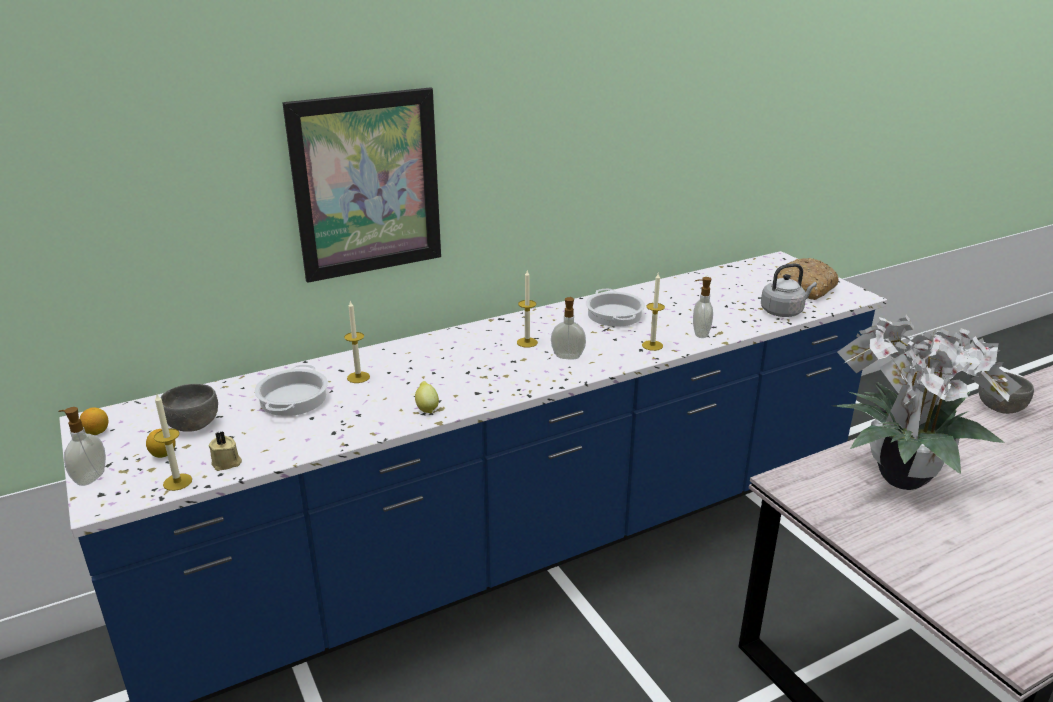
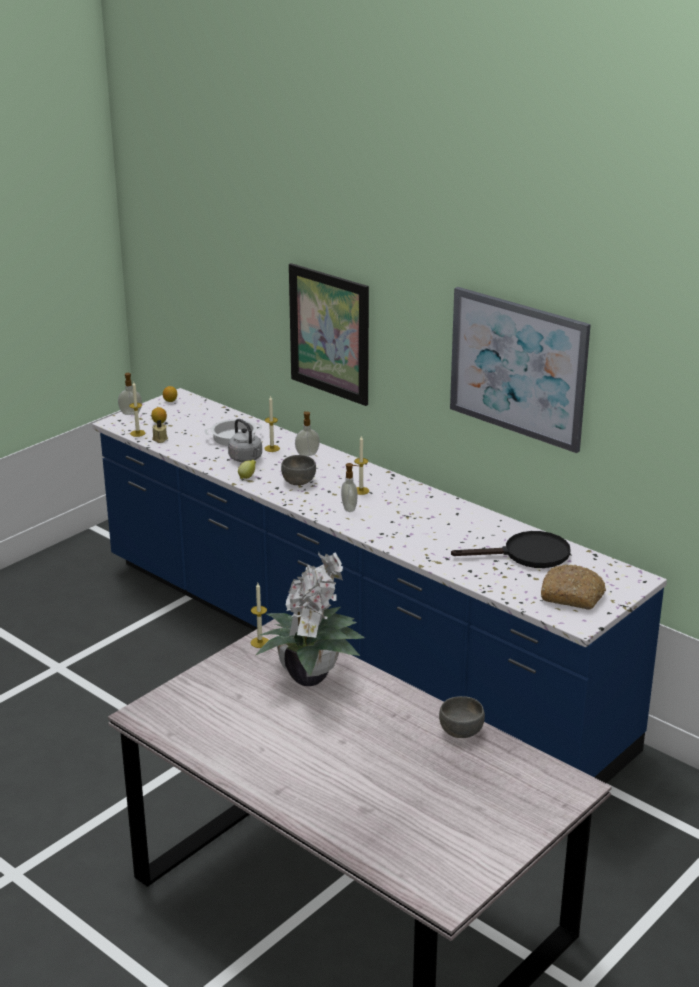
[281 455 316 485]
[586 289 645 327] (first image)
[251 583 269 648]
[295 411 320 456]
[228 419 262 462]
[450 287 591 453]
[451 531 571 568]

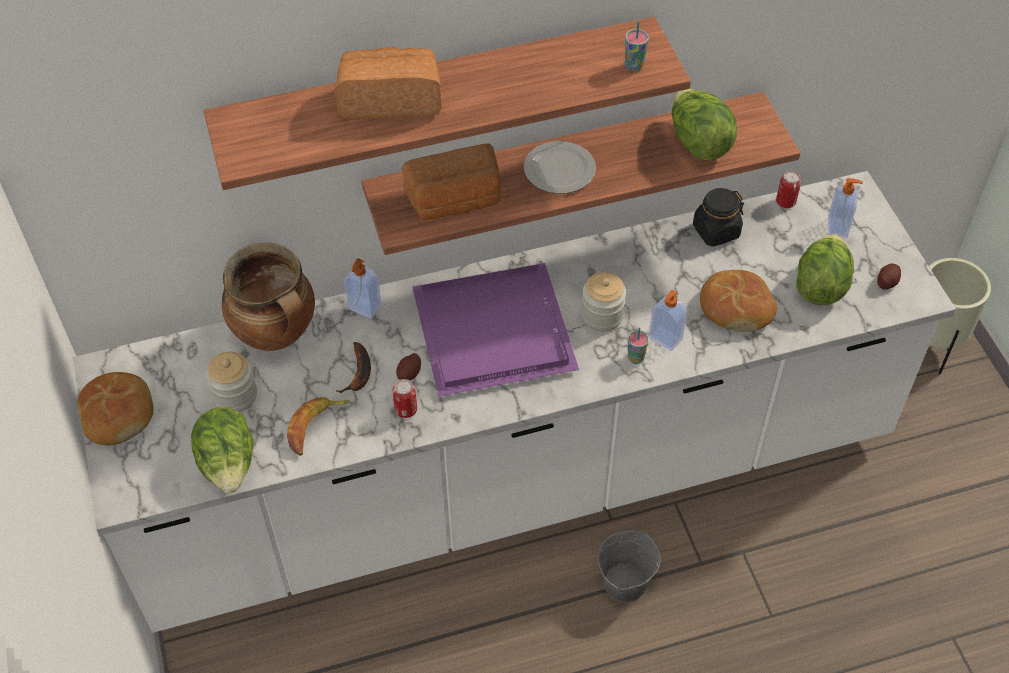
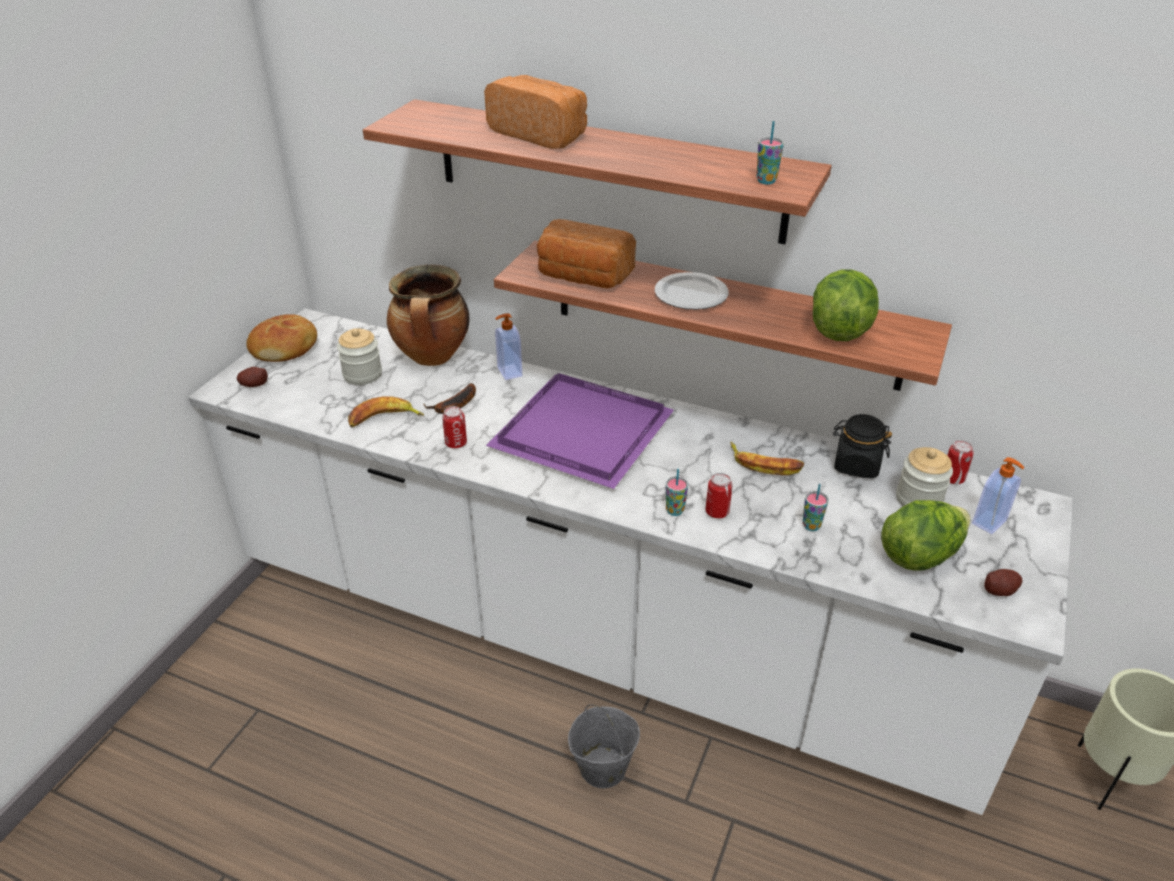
[191 407 253 494] (first image)
[237 367 268 387]
[896 447 953 506]
[705 473 733 518]
[803 483 829 531]
[730 442 804 475]

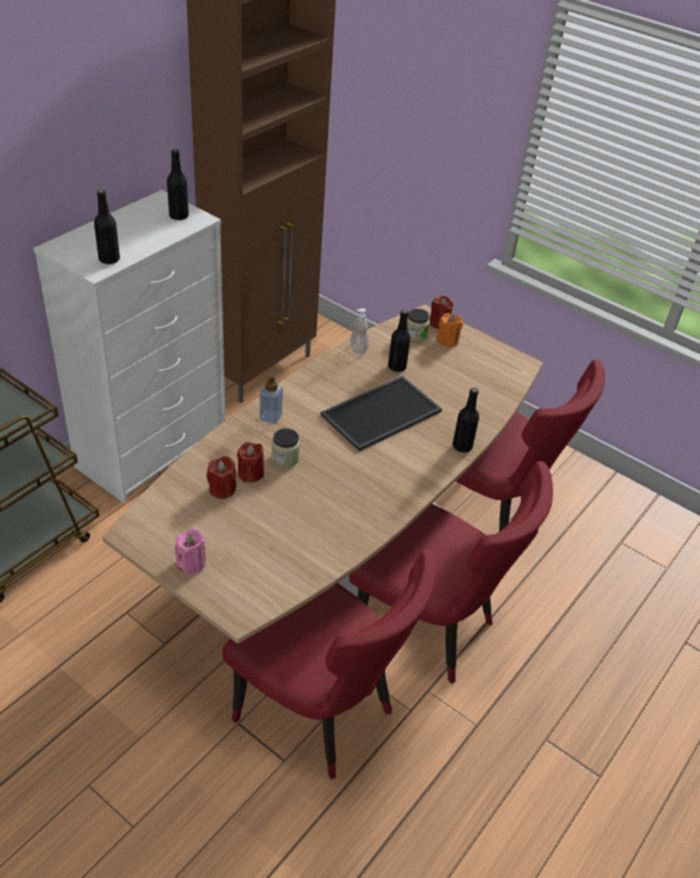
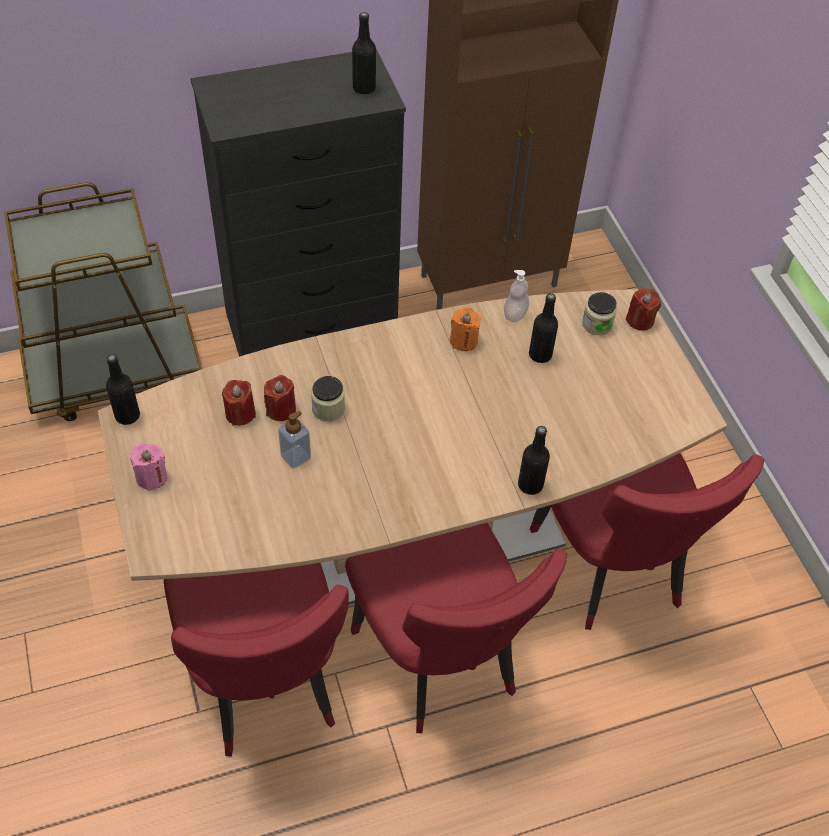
[190 49 406 357]
[106 354 140 425]
[278 411 311 469]
[320 376 442 451] (first image)
[450 307 481 351]

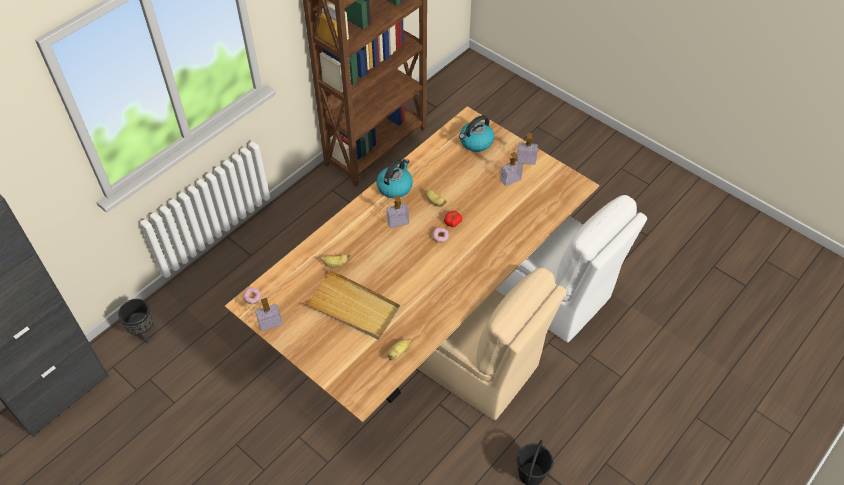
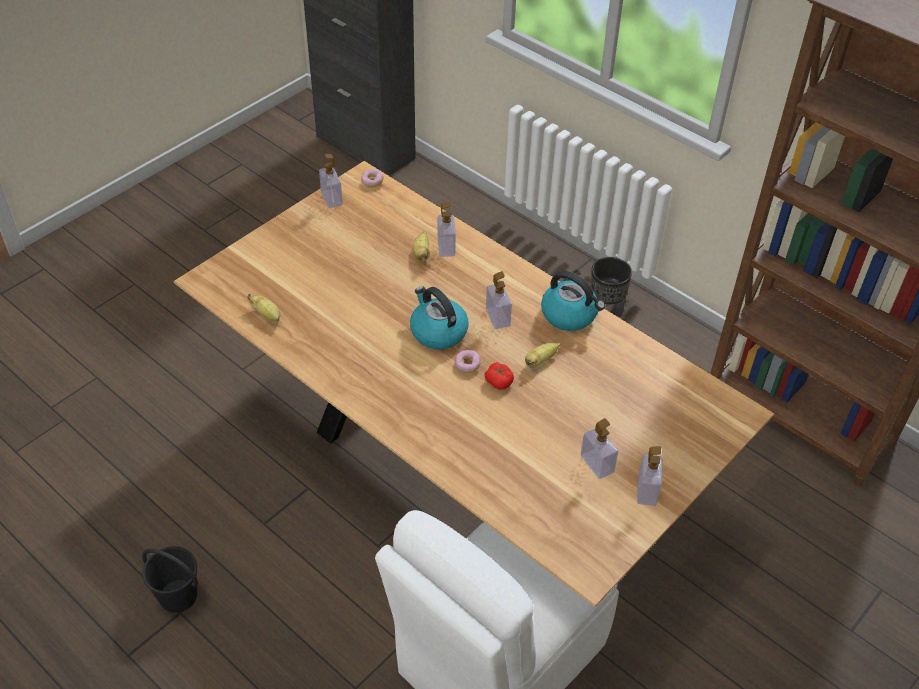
[590 257 632 317]
[303 269 401 340] (first image)
[417 267 567 420] (first image)
[410 286 468 349]
[438 201 456 257]

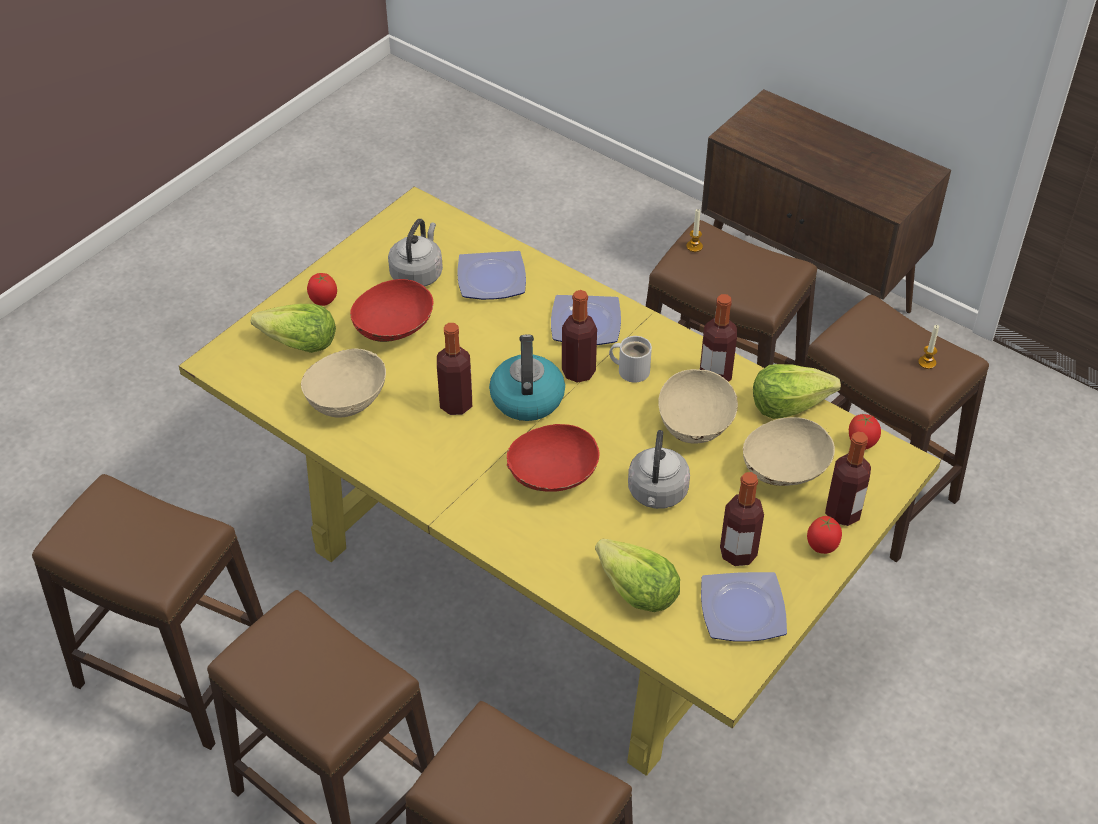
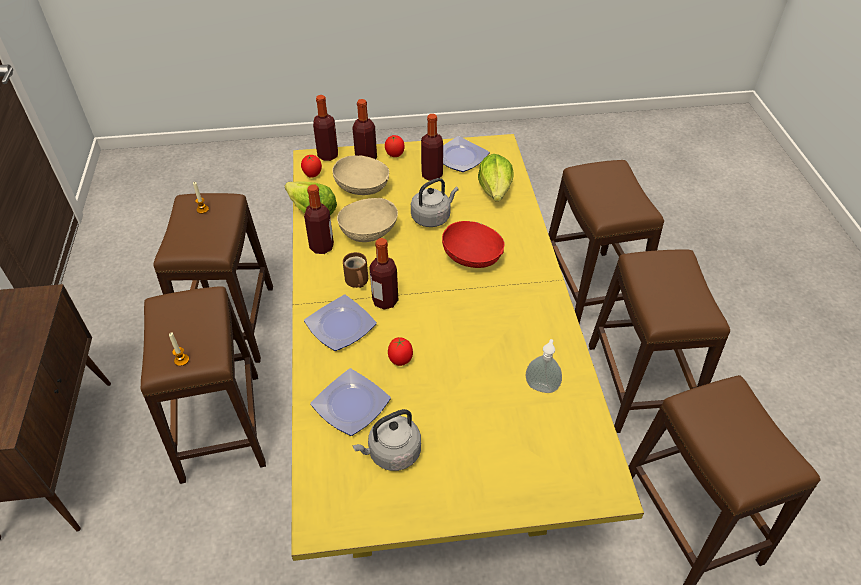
[251 304 336 353] (first image)
[526 339 562 393]
[388 337 413 366]
[350 279 433 342] (first image)
[313 95 338 161]
[489 334 565 421] (first image)
[343 252 368 288]

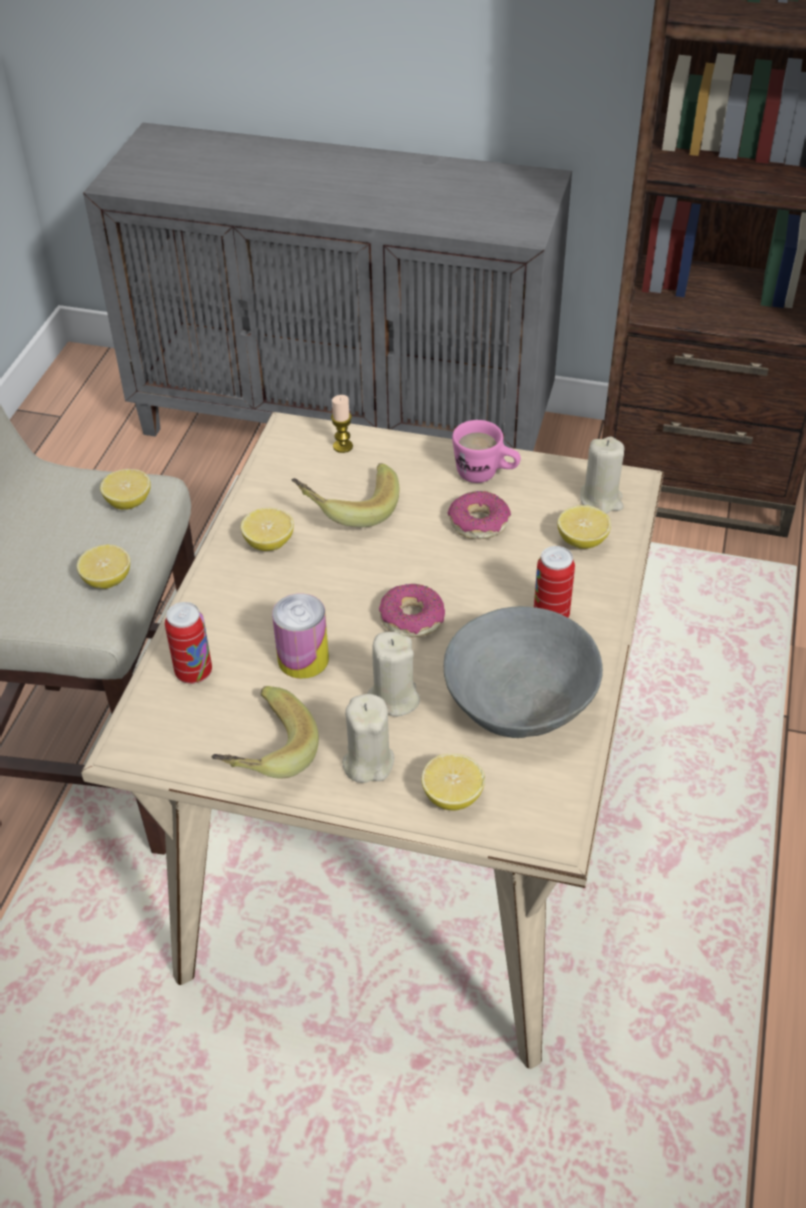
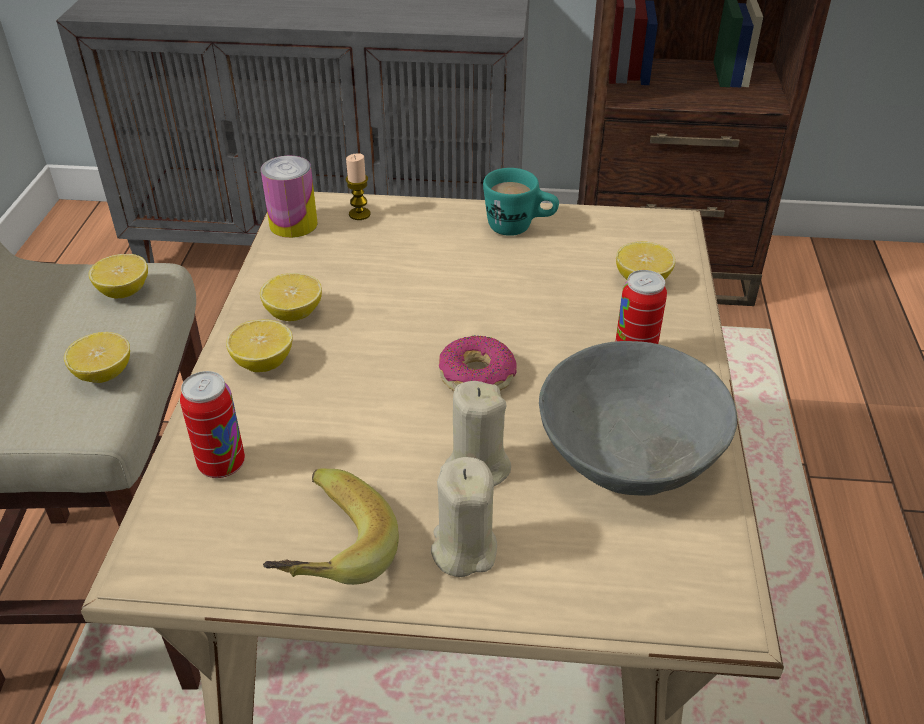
[261 156 318 238]
[291 463 399 527] (first image)
[226 320 293 372]
[448 491 511 539] (first image)
[483 168 559 236]
[580 437 624 514] (first image)

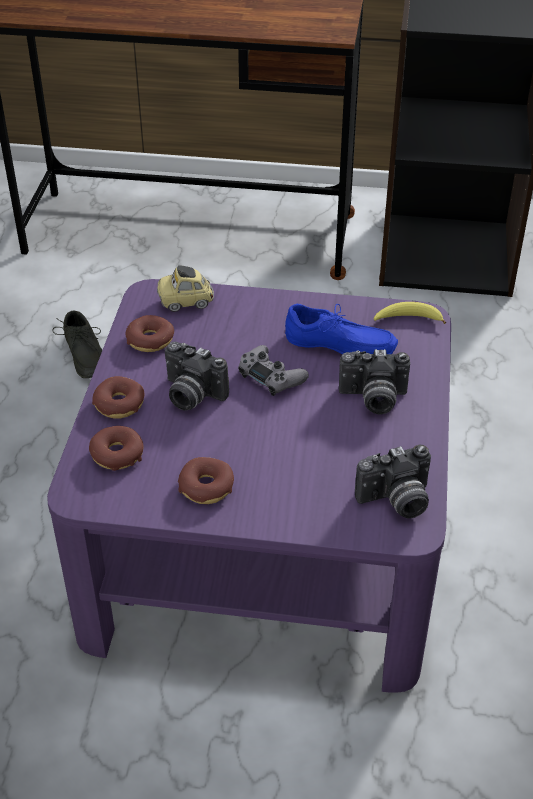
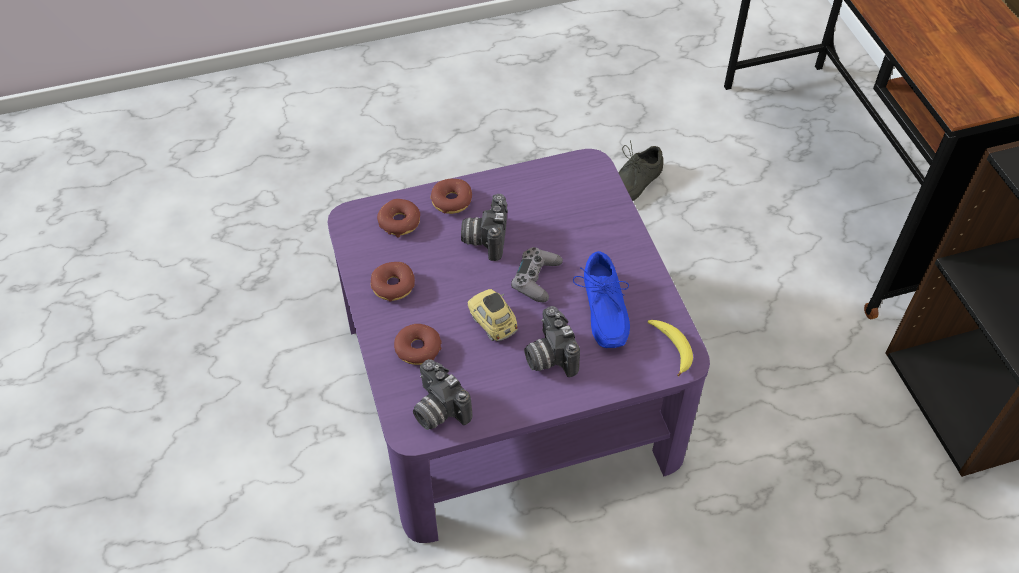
[394 324 442 365]
[468 289 518 341]

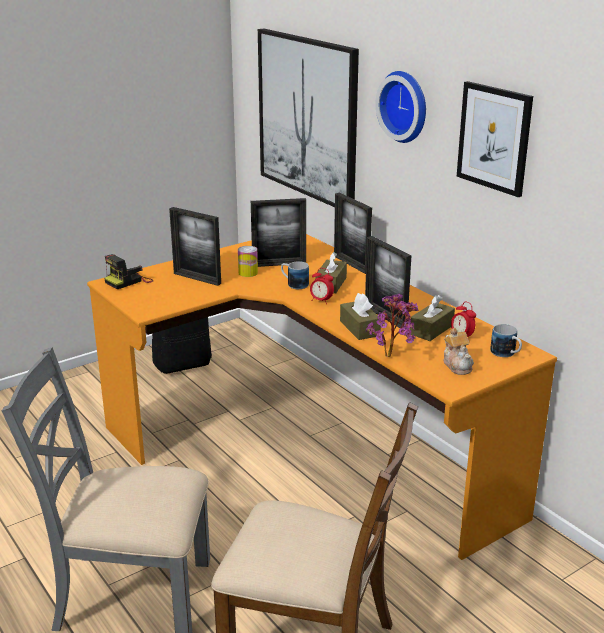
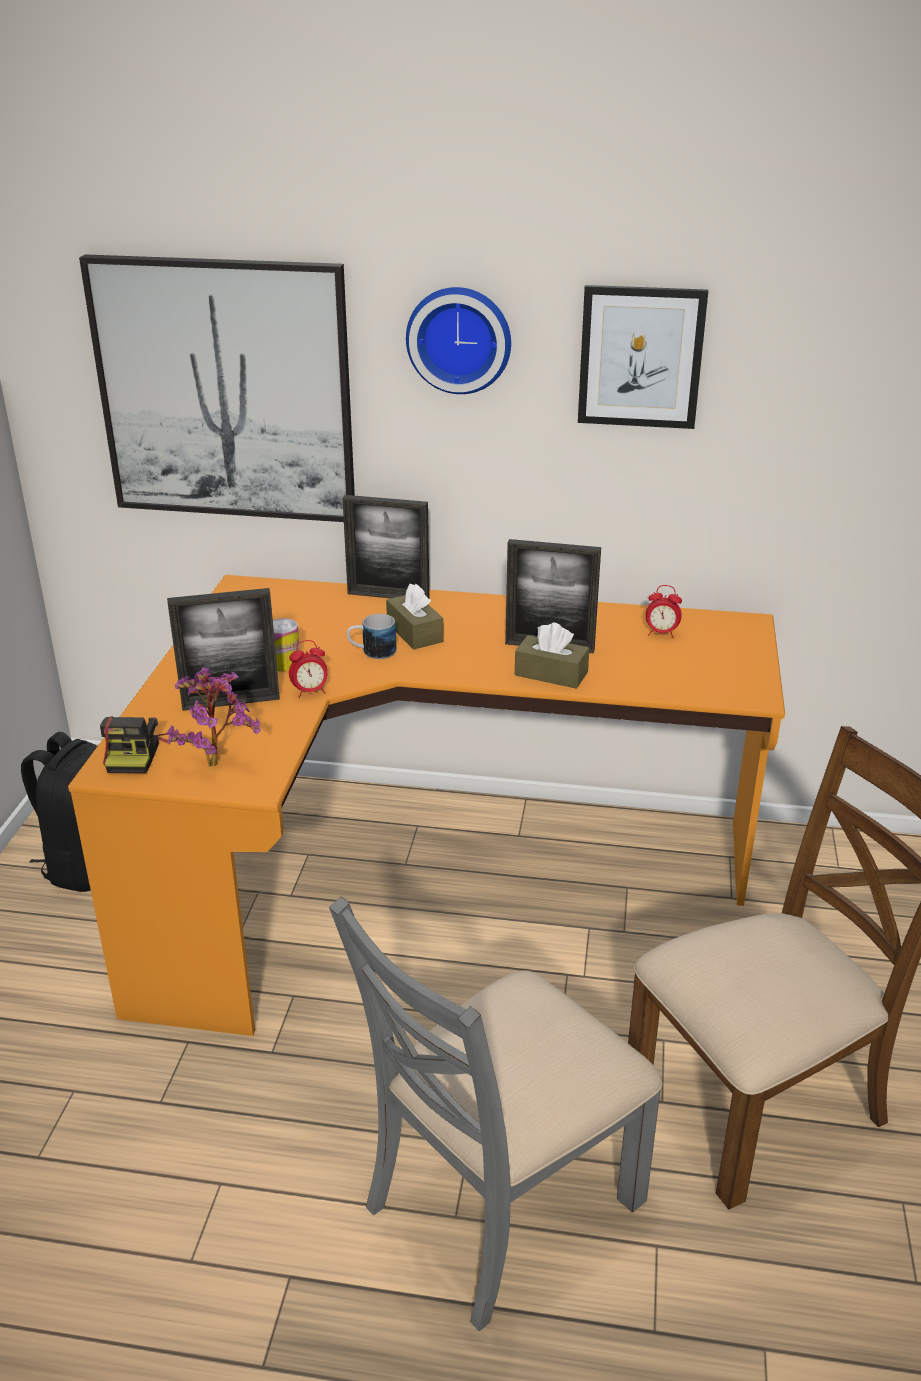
[251 198 306 267] (first image)
[289 640 327 698]
[167 667 261 767]
[410 295 455 341] (first image)
[443 328 474 375] (first image)
[490 324 522 357] (first image)

